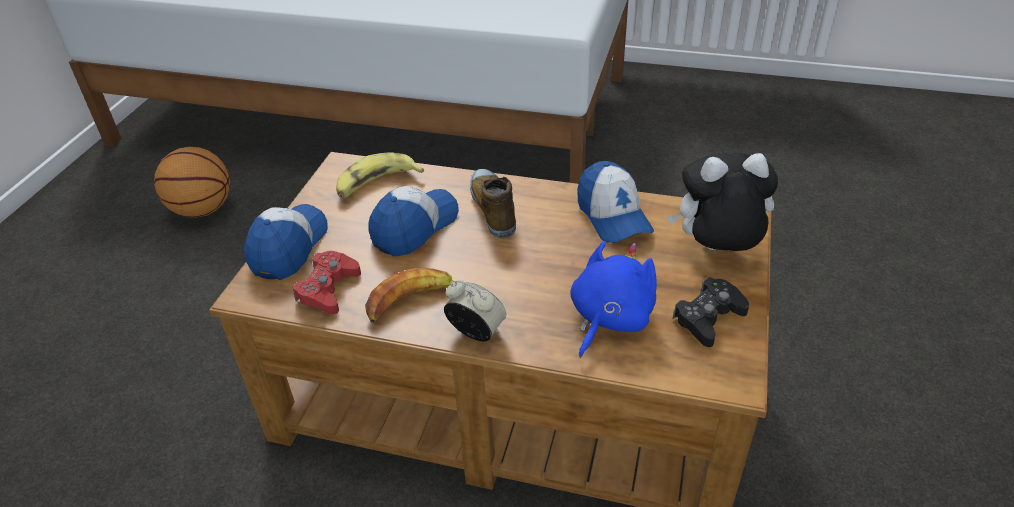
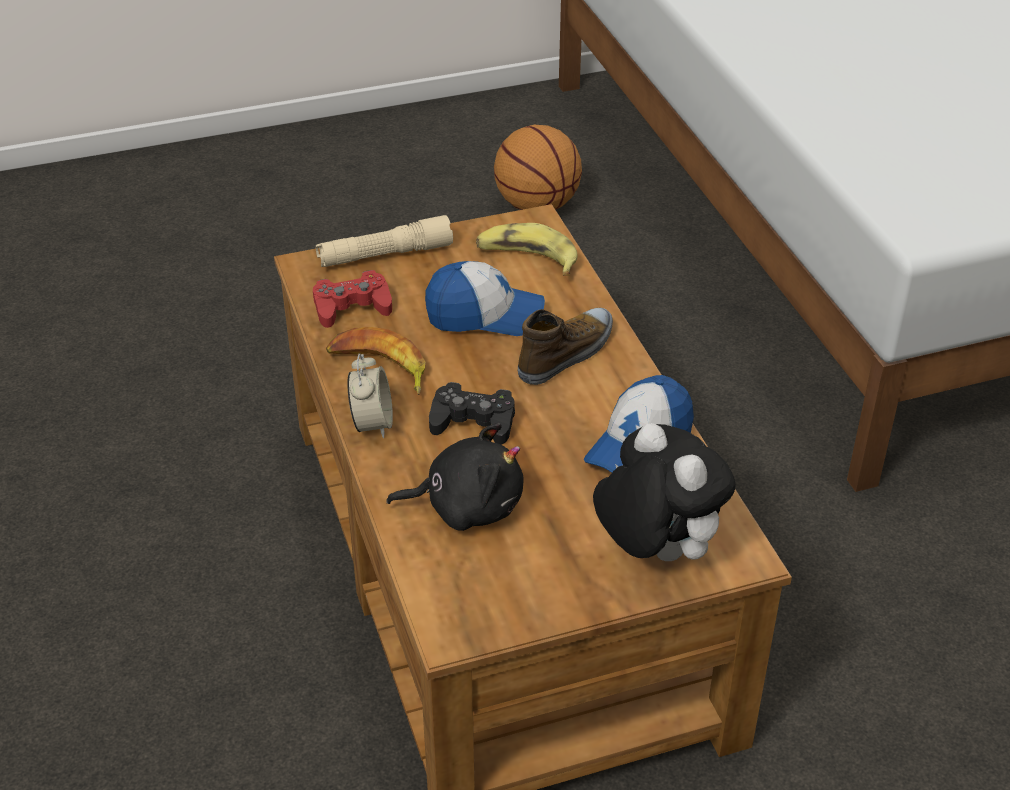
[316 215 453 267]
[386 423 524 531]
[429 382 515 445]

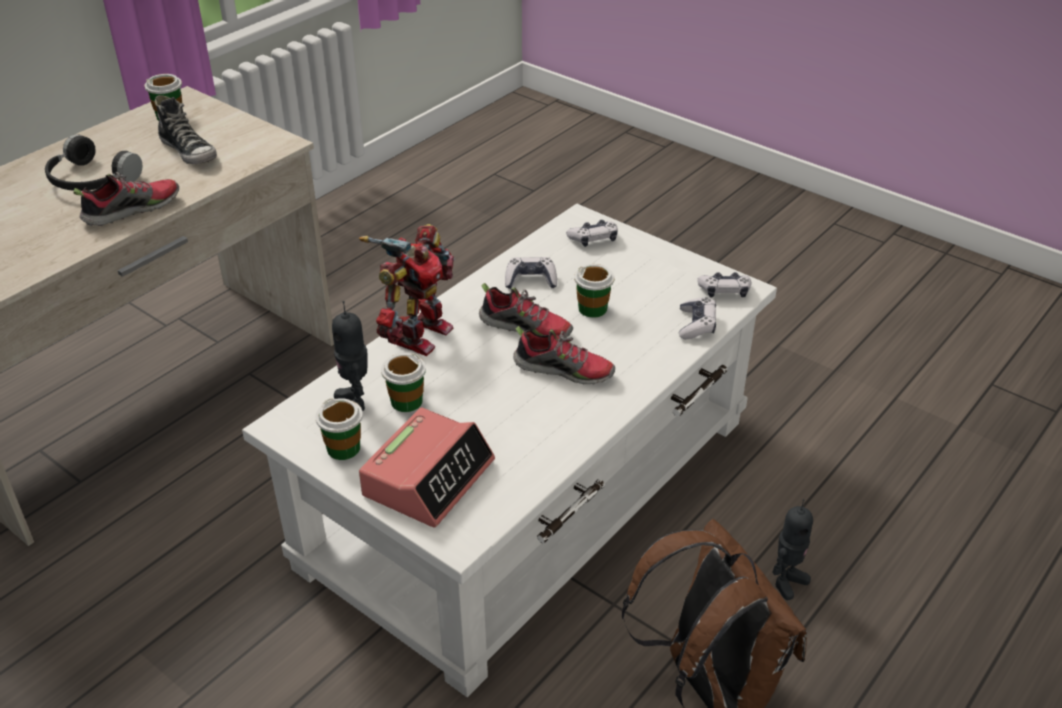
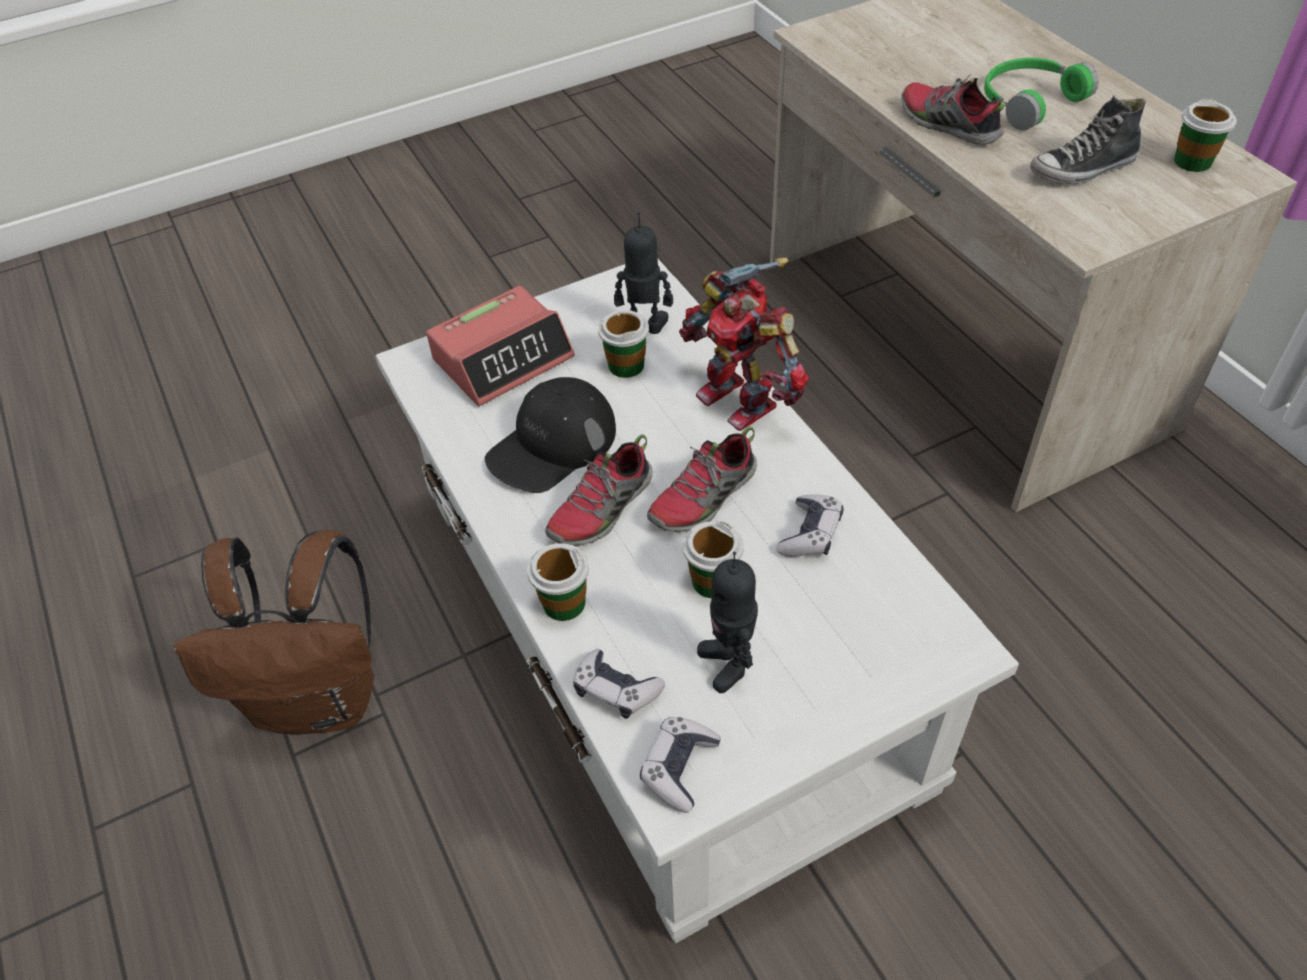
[984 58 1099 130]
[901 74 1005 145]
[527 543 589 621]
[426 286 575 406]
[566 220 618 247] (first image)
[697 552 758 693]
[485 377 616 493]

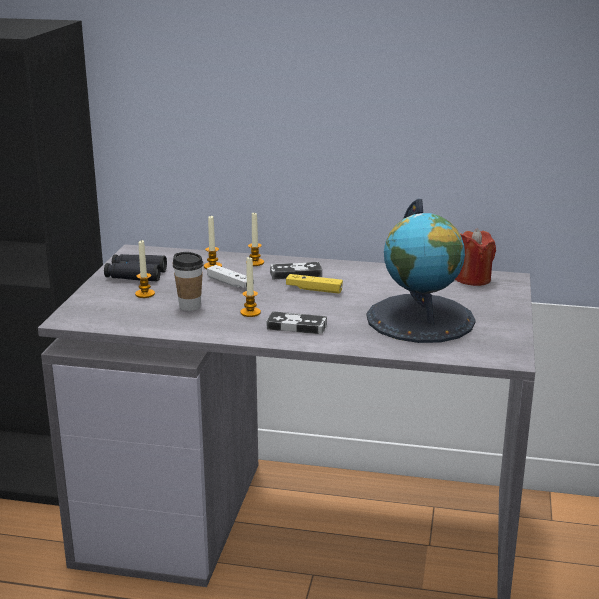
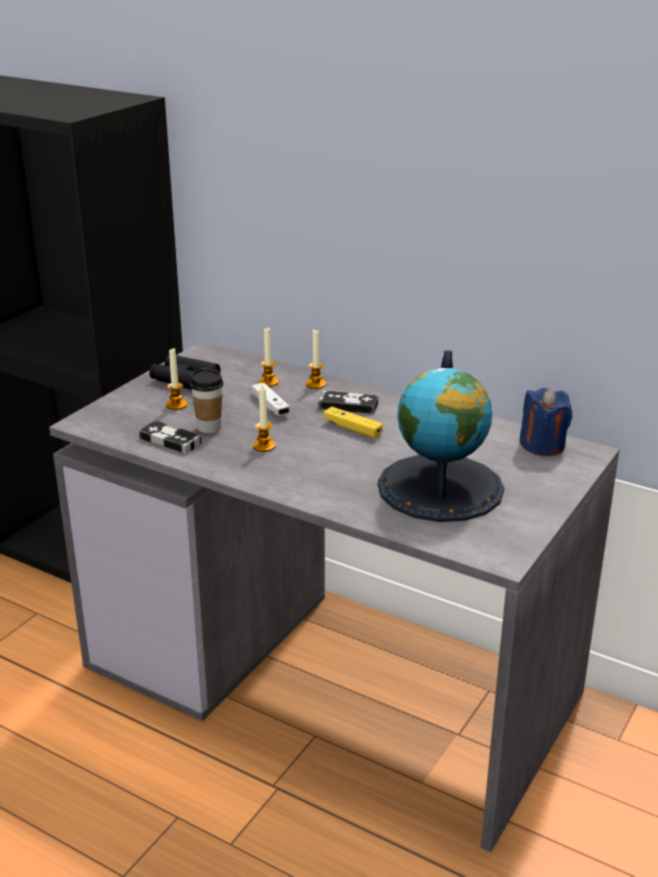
[139 420 202 454]
[519 388 572 456]

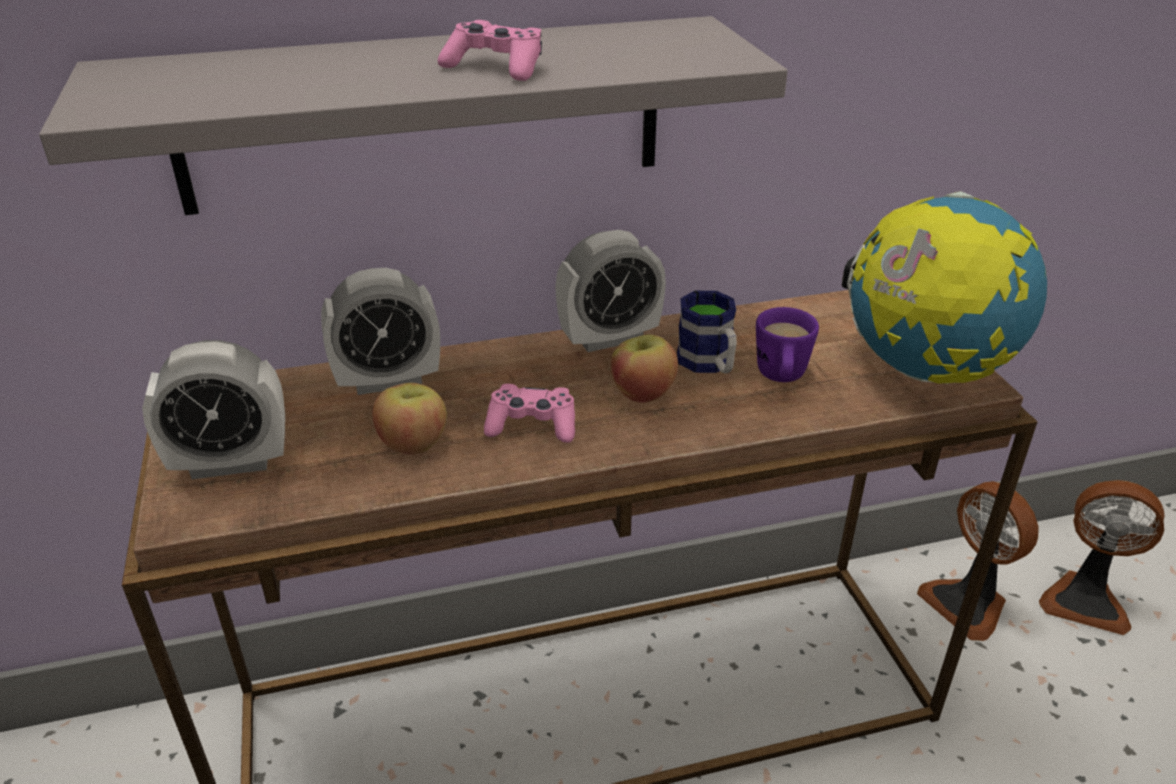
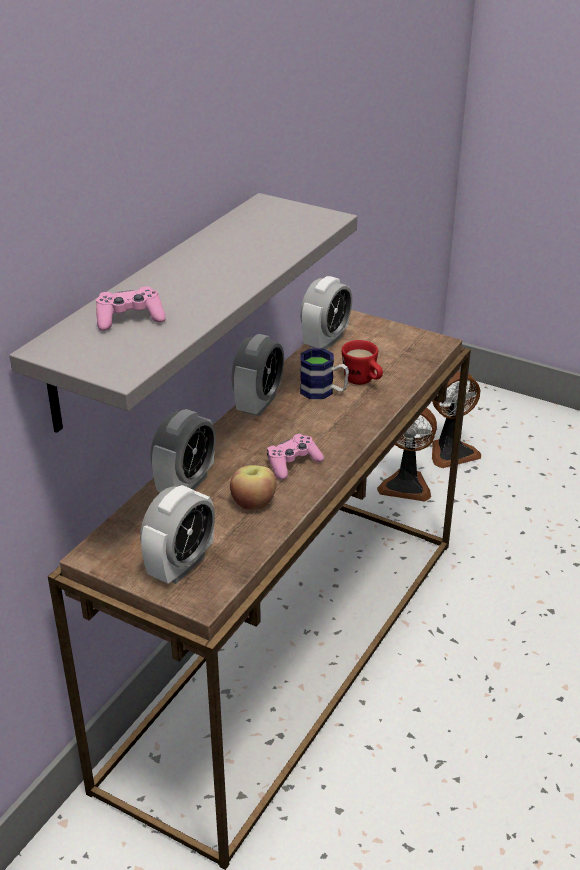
[96 286 166 331]
[611 334 678 403] (first image)
[342 340 383 385]
[842 191 1047 384] (first image)
[300 276 352 350]

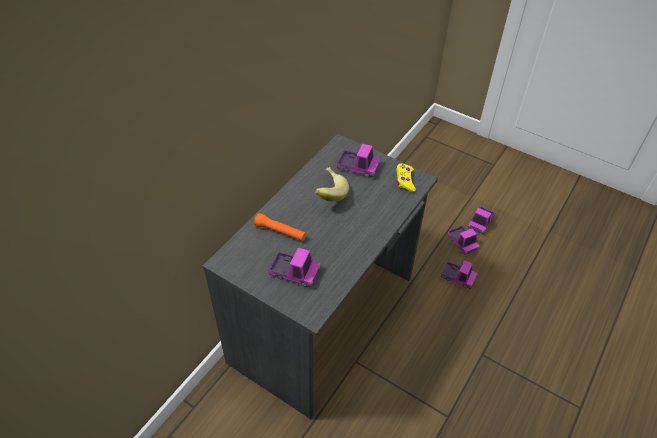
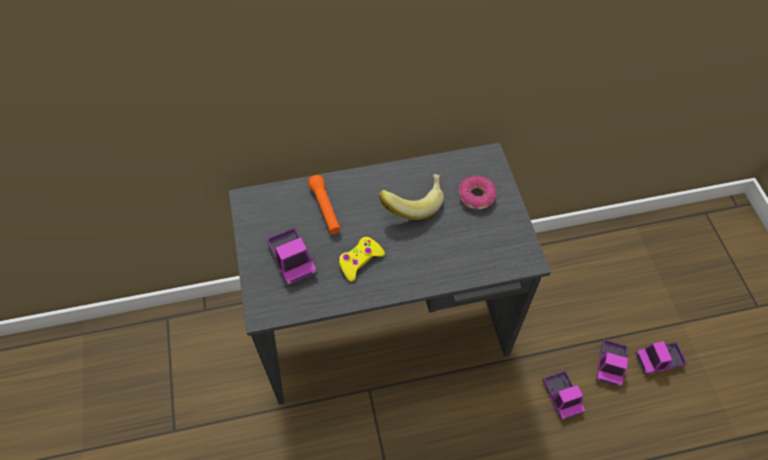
[459 176 496 209]
[338 236 385 281]

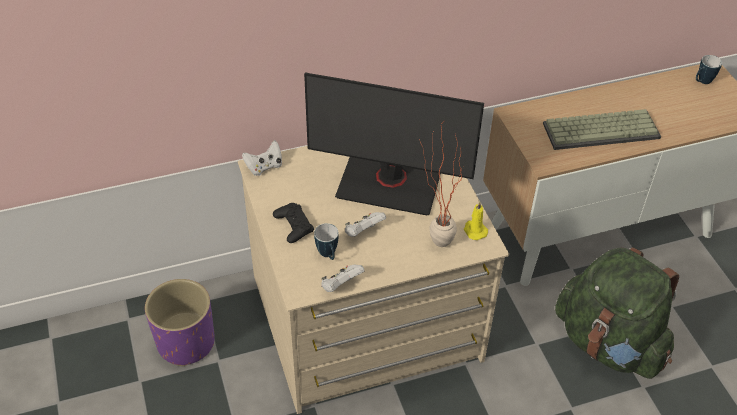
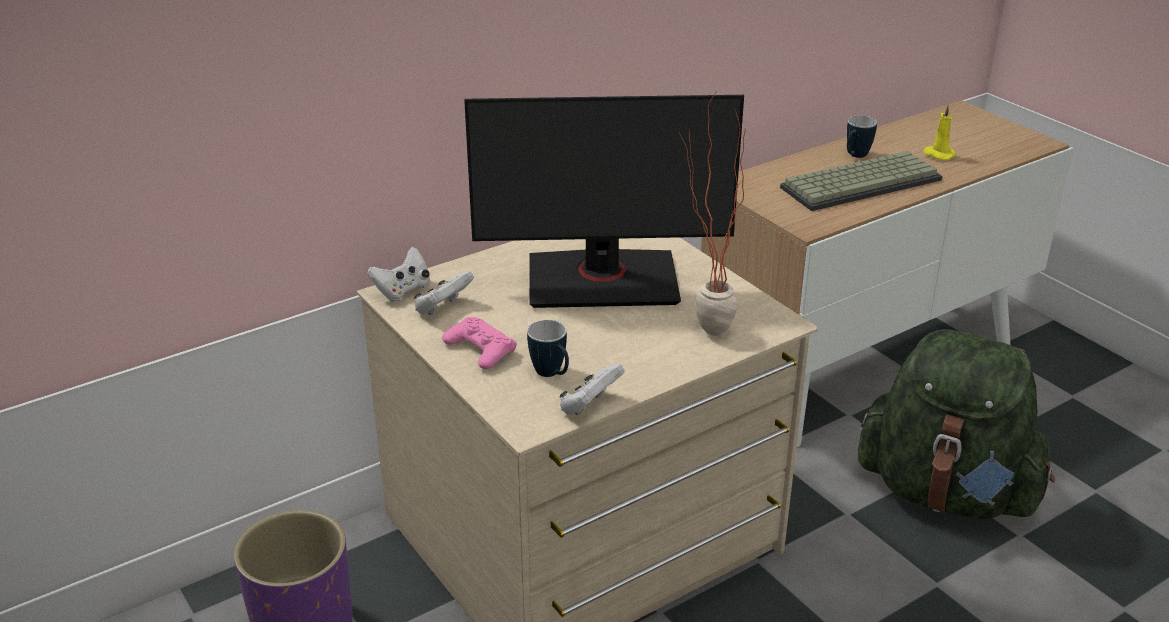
[442 317 517 369]
[414 271 474 315]
[923 105 956 160]
[847 115 877 158]

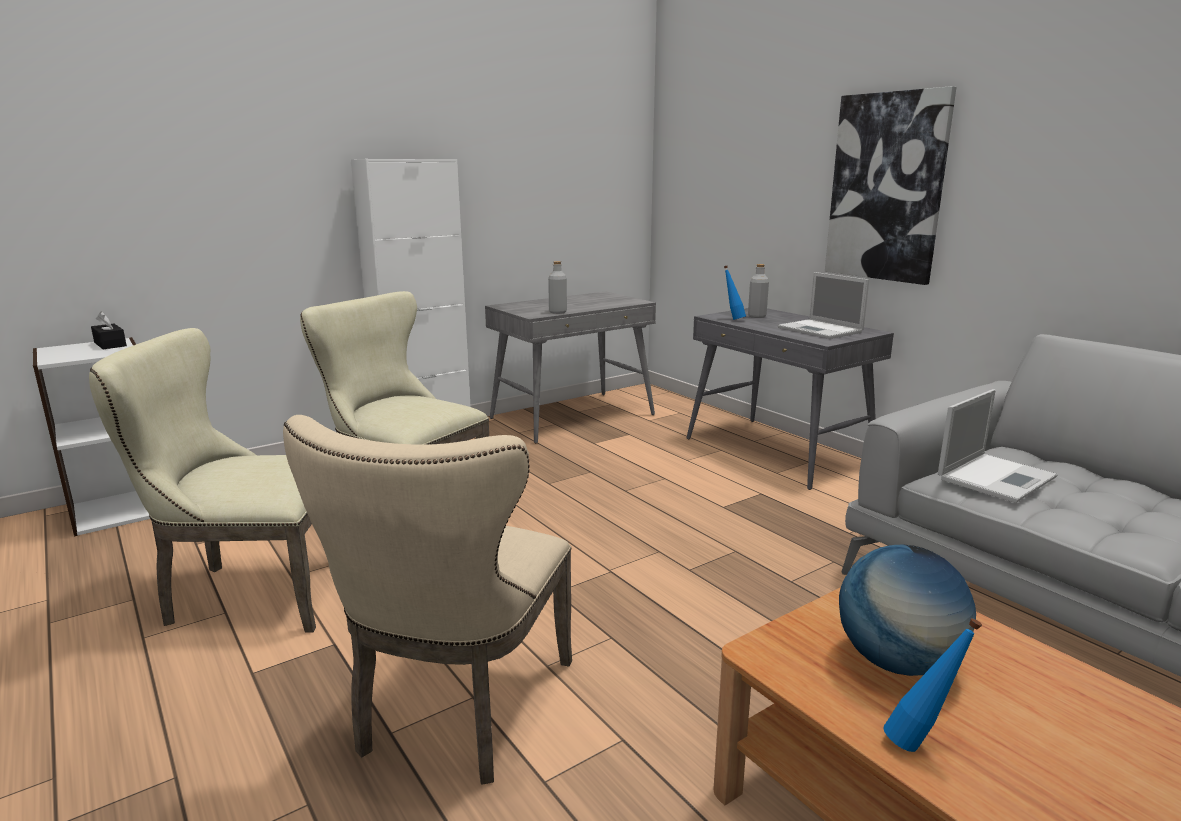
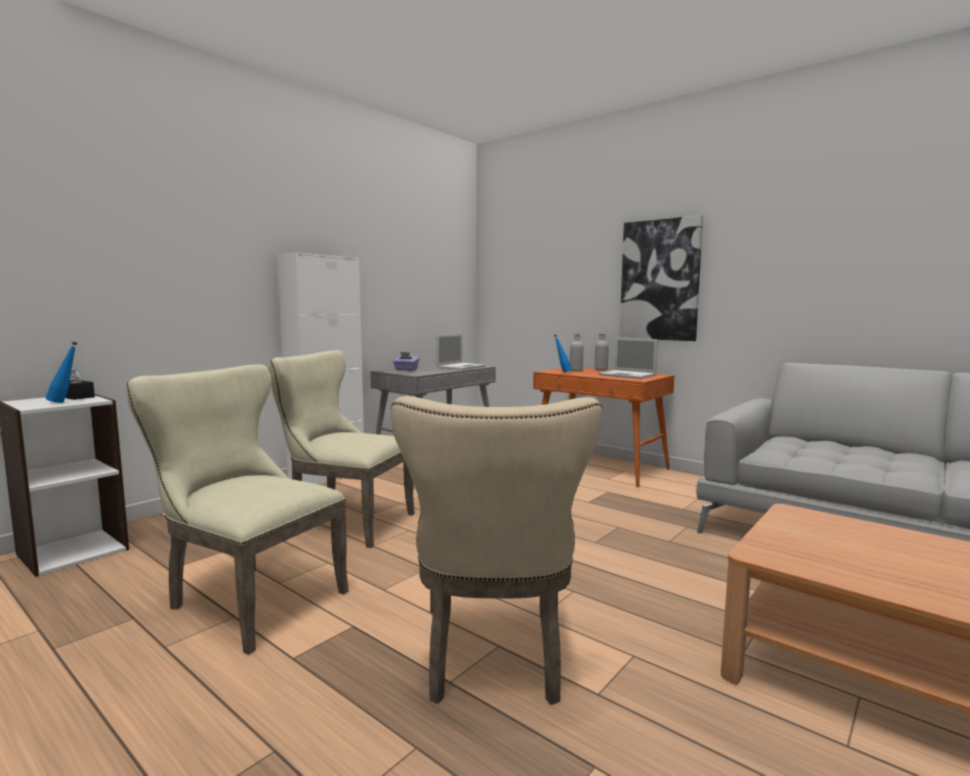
[127 364 349 655]
[595 334 609 371]
[533 368 675 487]
[839 544 976 676] (first image)
[46 341 77 403]
[436 334 486 370]
[393 352 419 371]

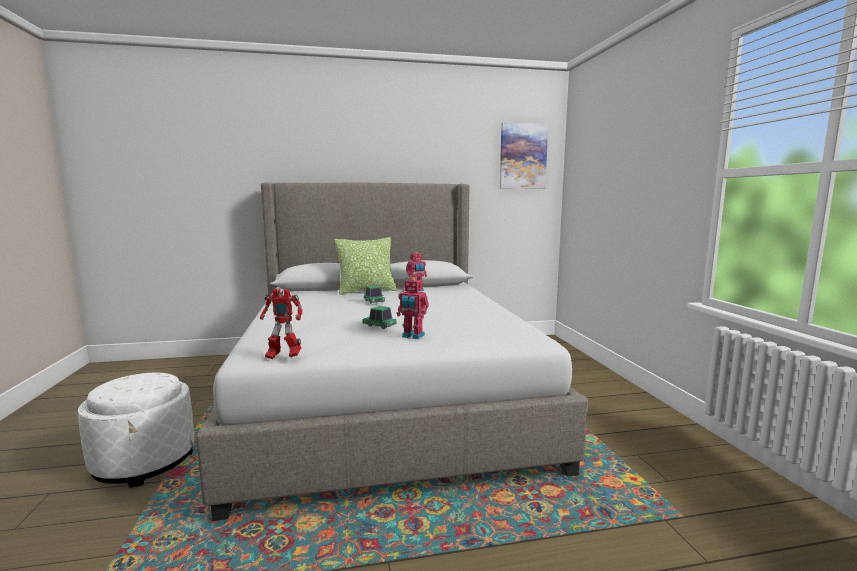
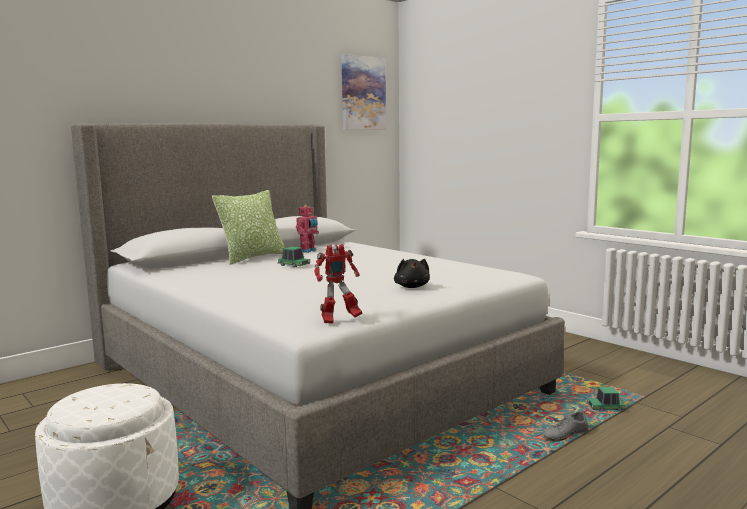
[587 387 626 412]
[394 259 430 288]
[542 410 588 442]

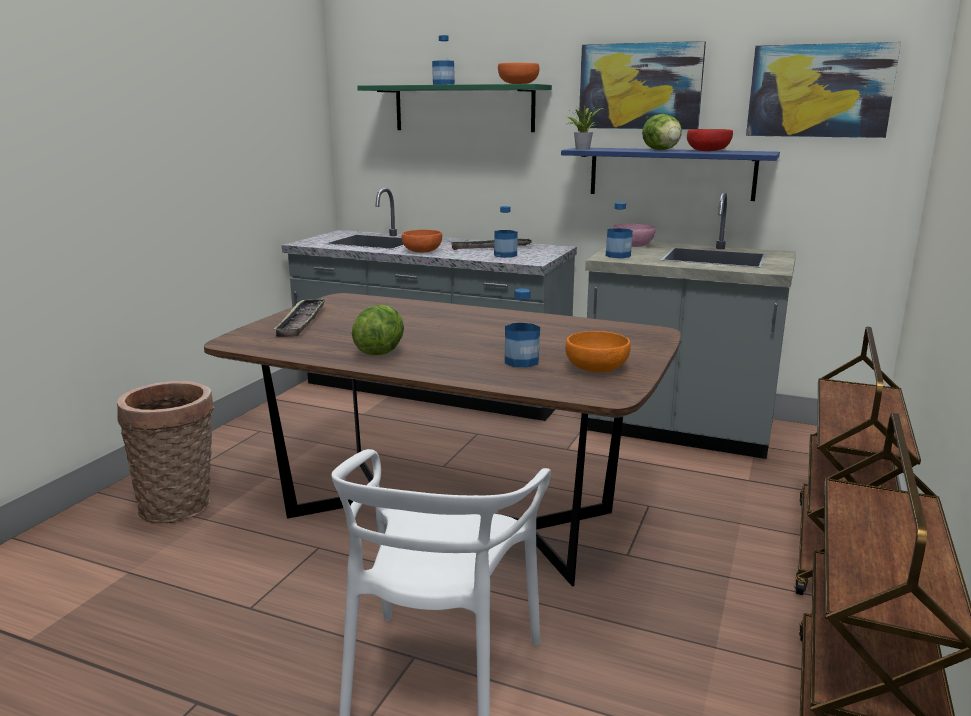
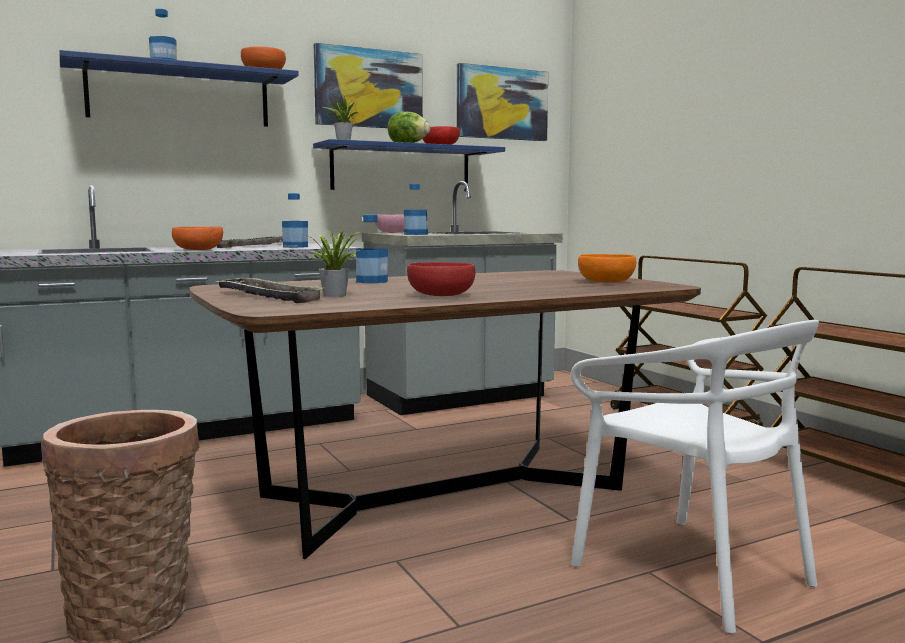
[407 262 475 296]
[59 50 299 127]
[356 215 388 283]
[304 227 360 297]

